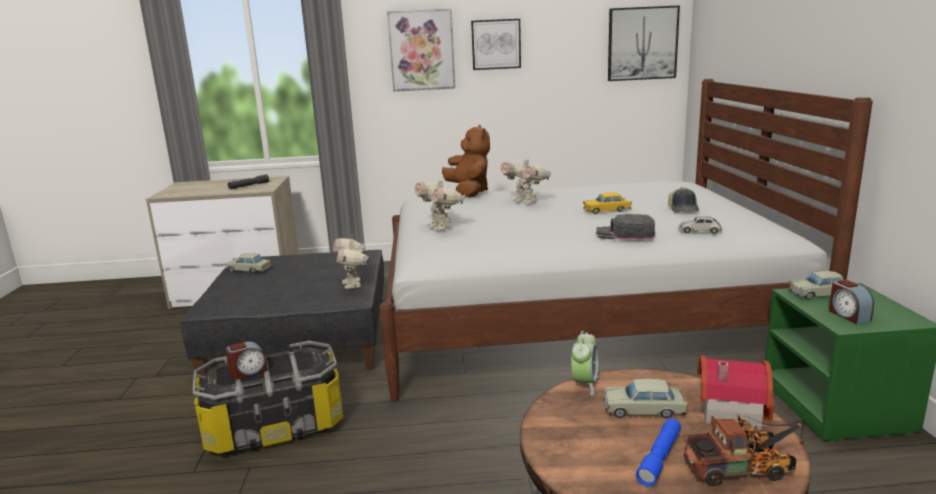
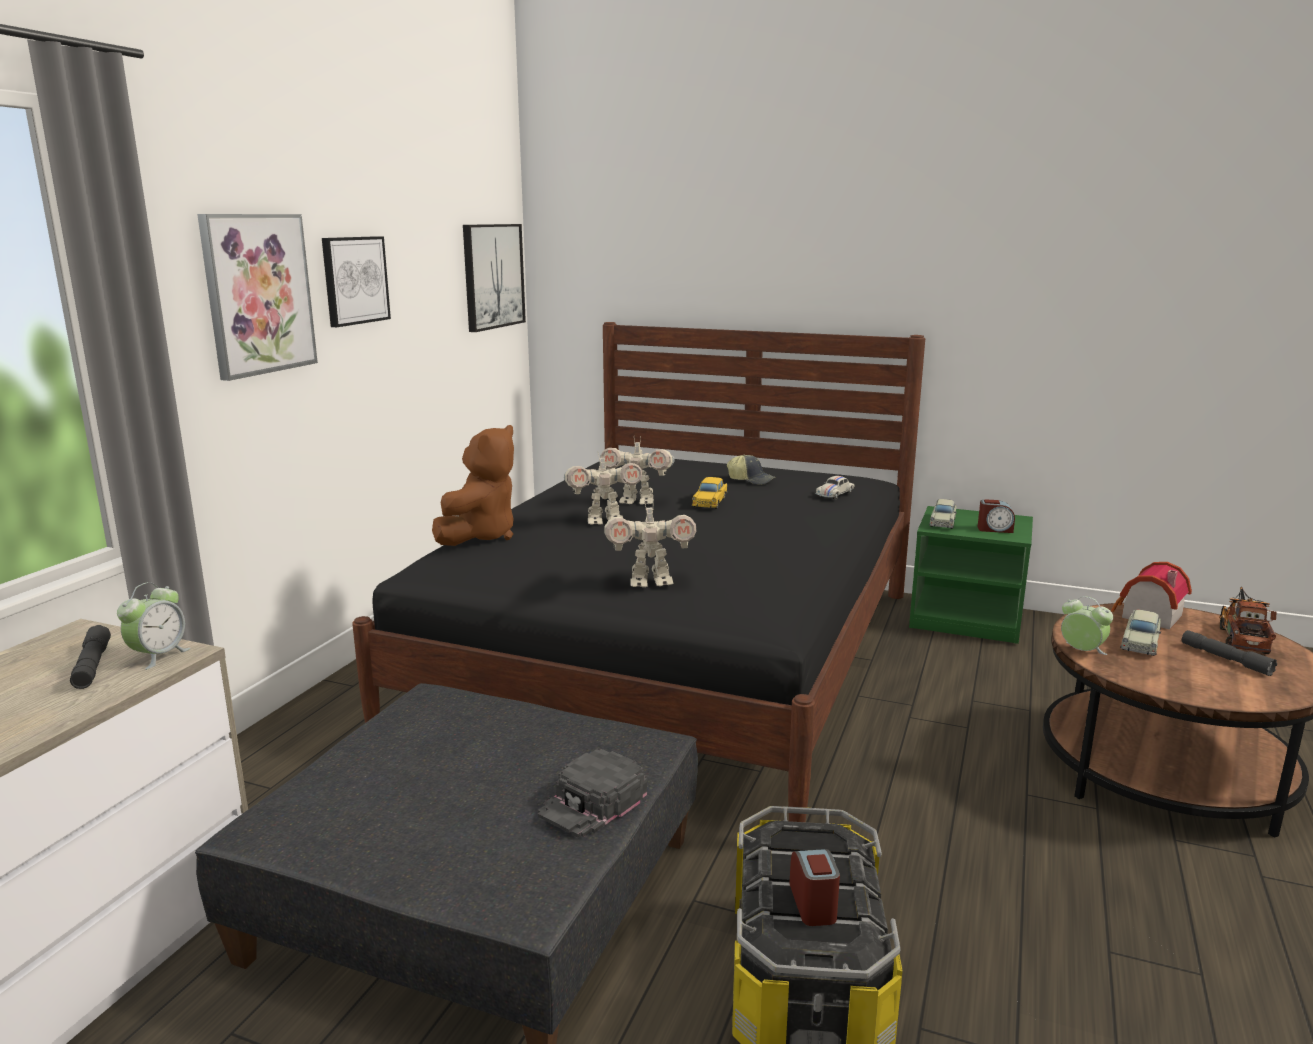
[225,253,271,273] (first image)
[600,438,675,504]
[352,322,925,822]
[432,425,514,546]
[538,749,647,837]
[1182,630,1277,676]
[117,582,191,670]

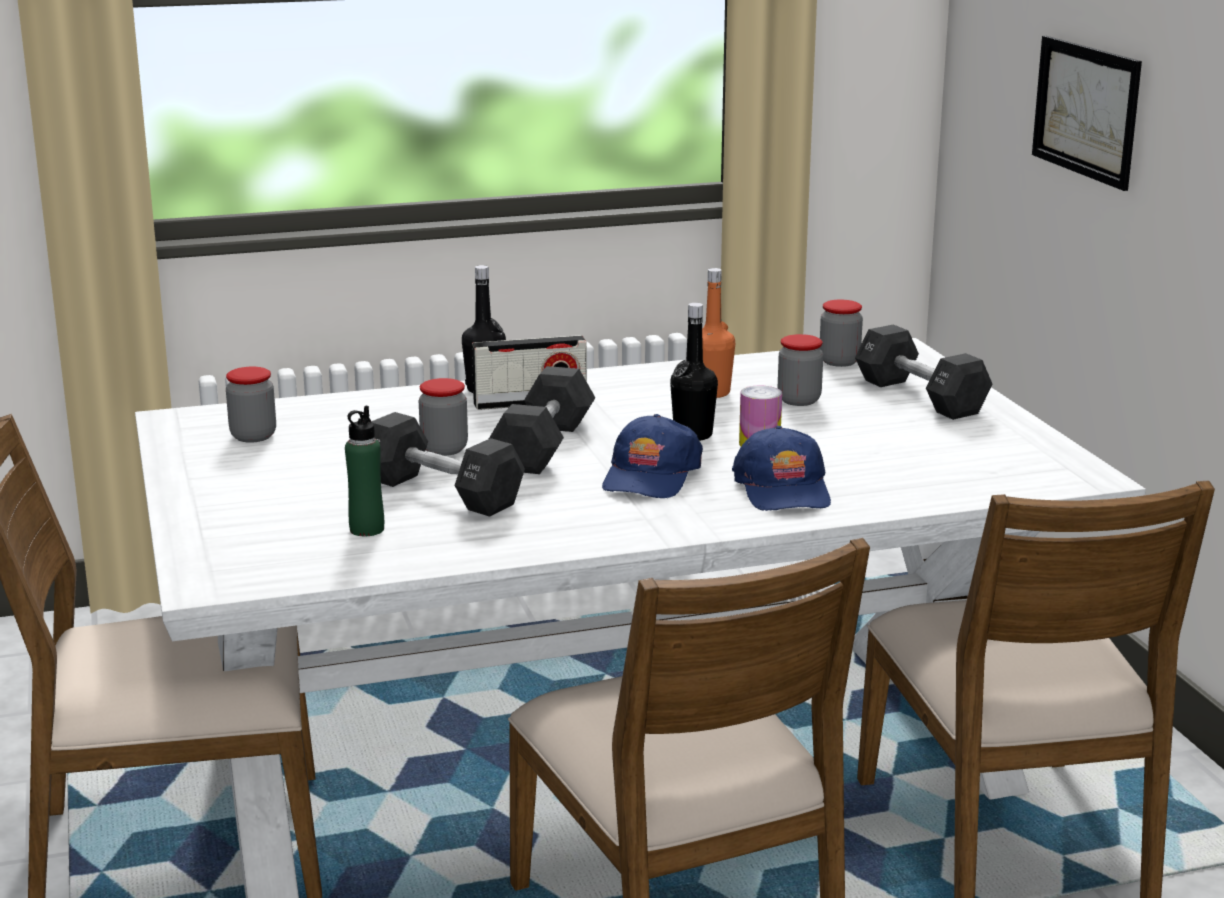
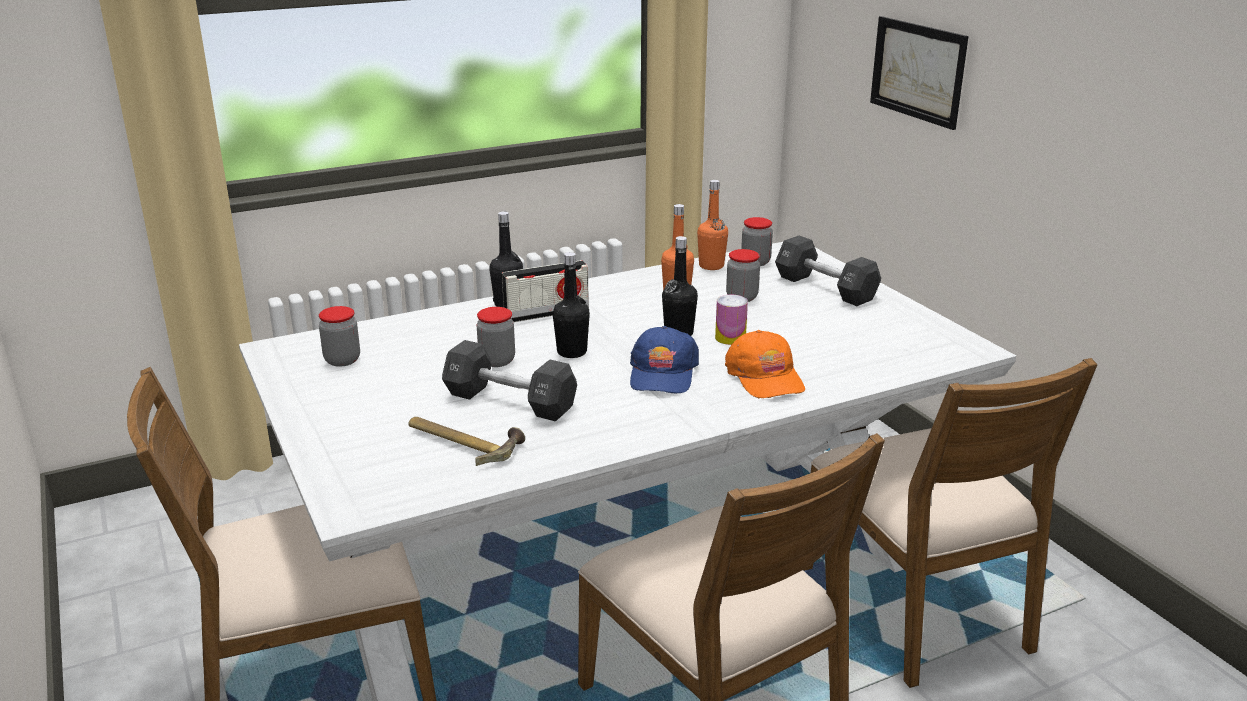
[408,417,525,466]
[553,252,590,358]
[725,330,805,398]
[697,180,728,270]

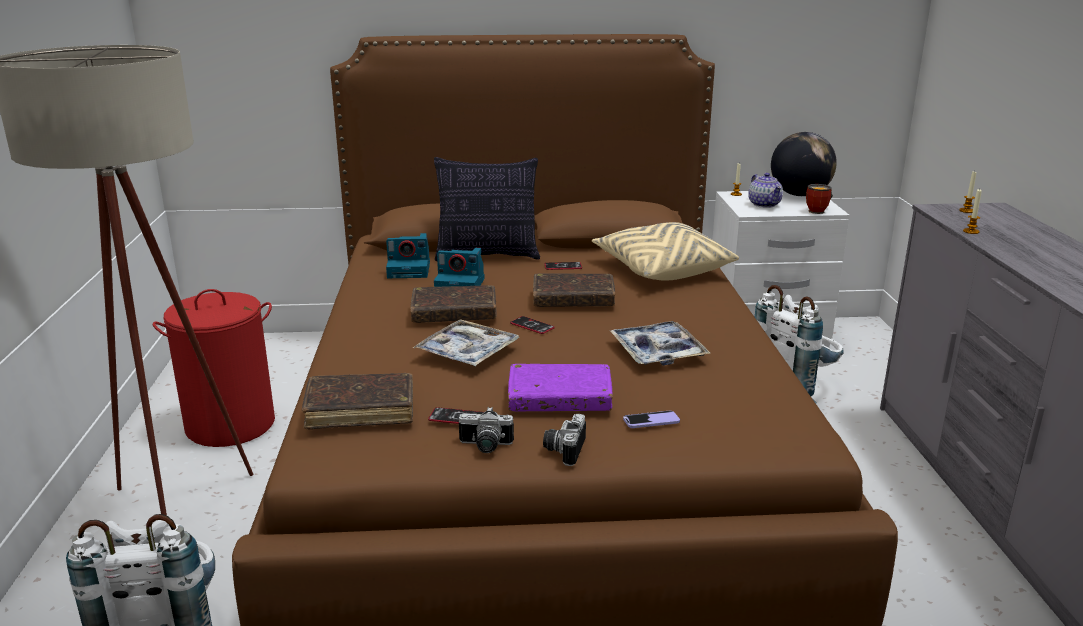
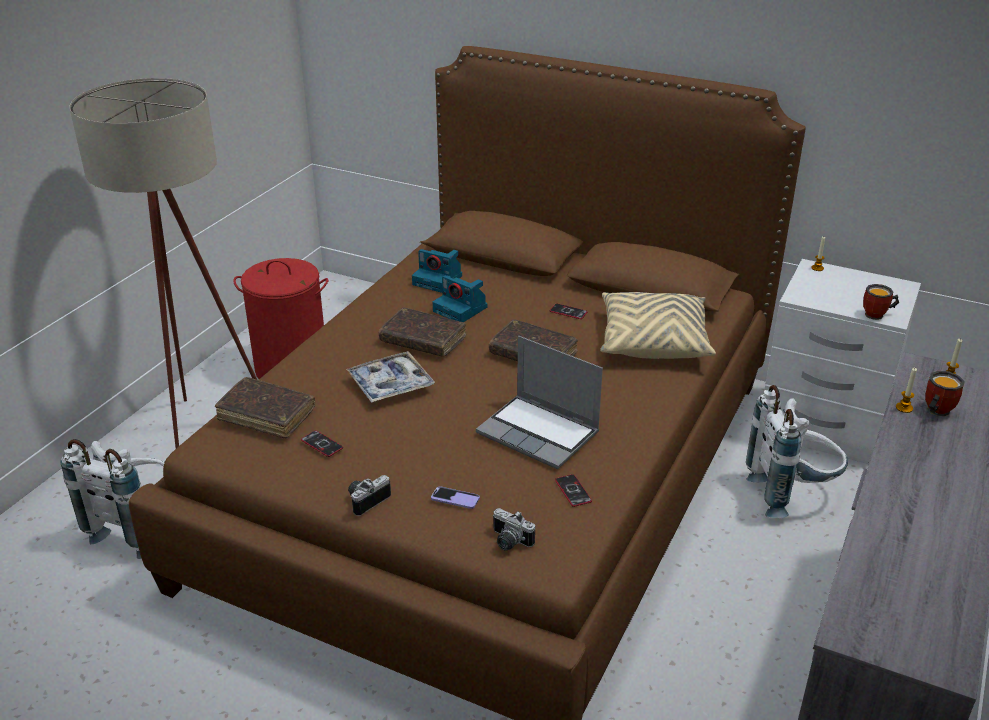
[434,157,540,261] (first image)
[493,508,535,550]
[508,364,613,412] (first image)
[555,474,592,507]
[476,336,603,469]
[748,173,783,208] (first image)
[771,132,837,196] (first image)
[925,371,964,416]

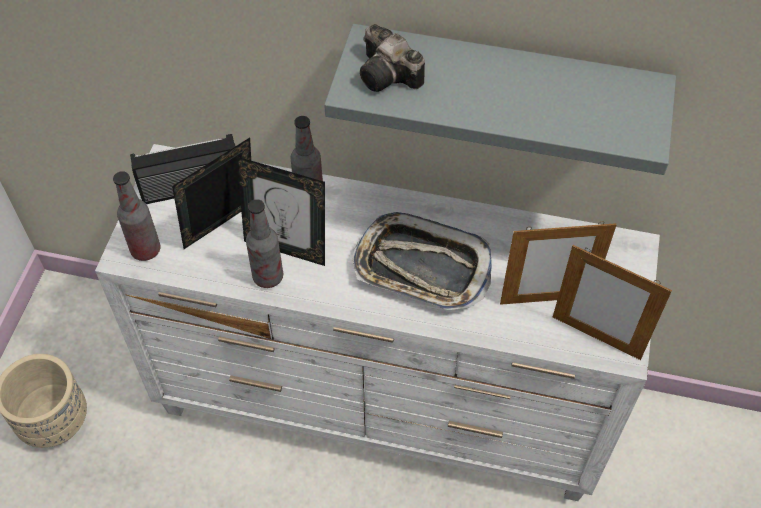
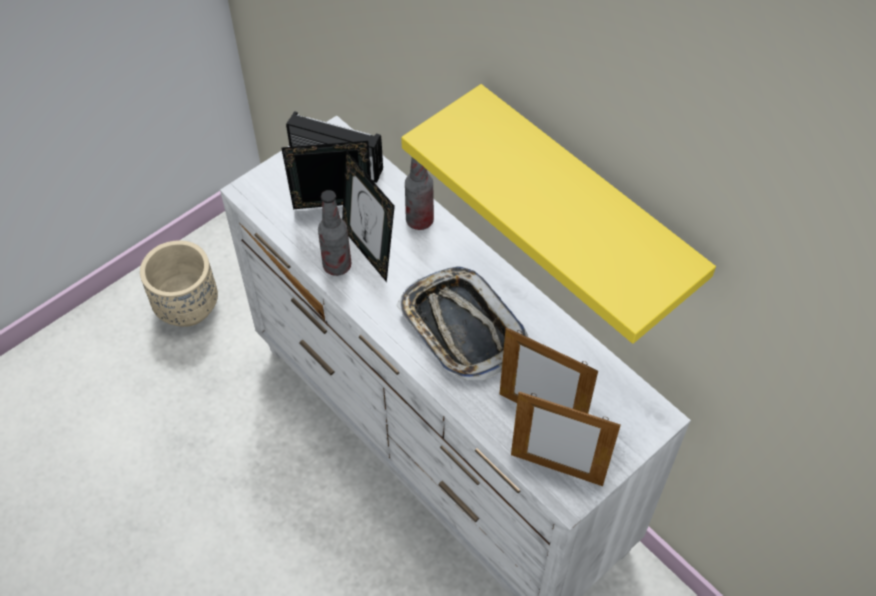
[113,171,161,261] (first image)
[401,84,716,344]
[360,24,425,92] (first image)
[511,391,621,486]

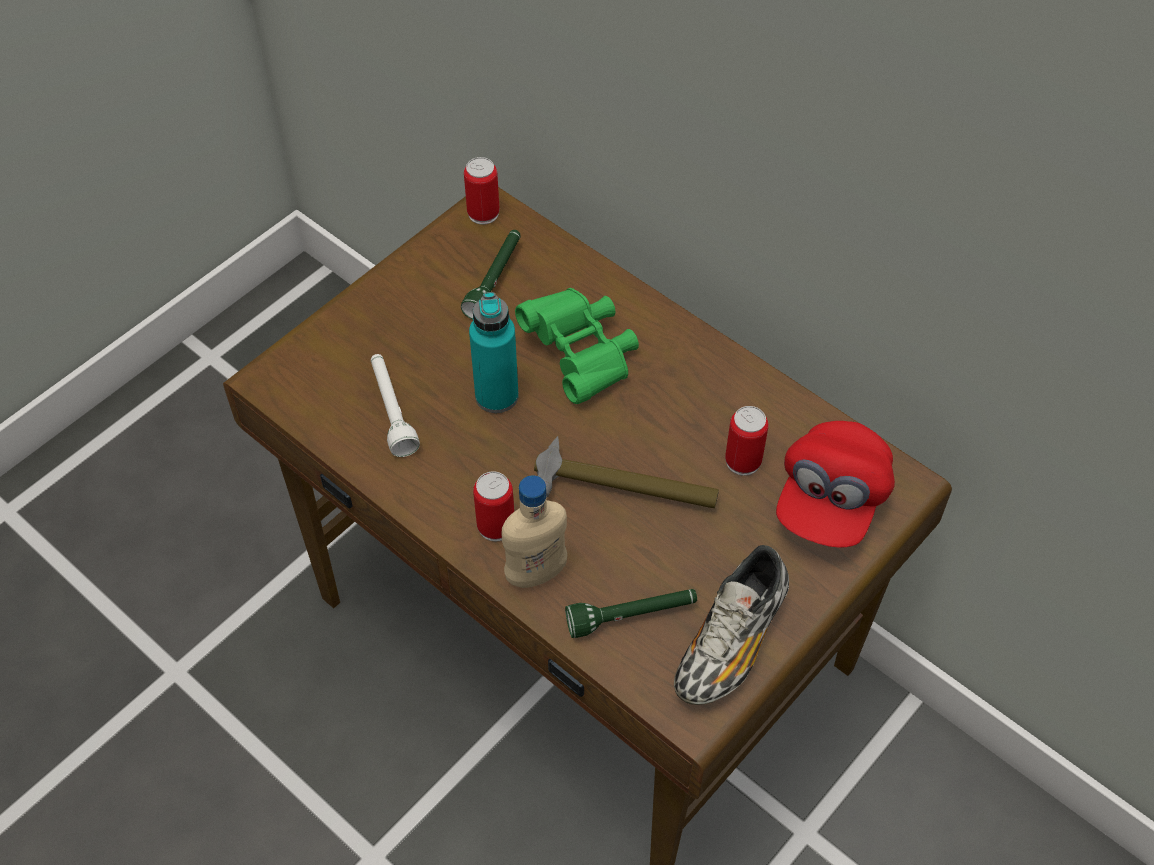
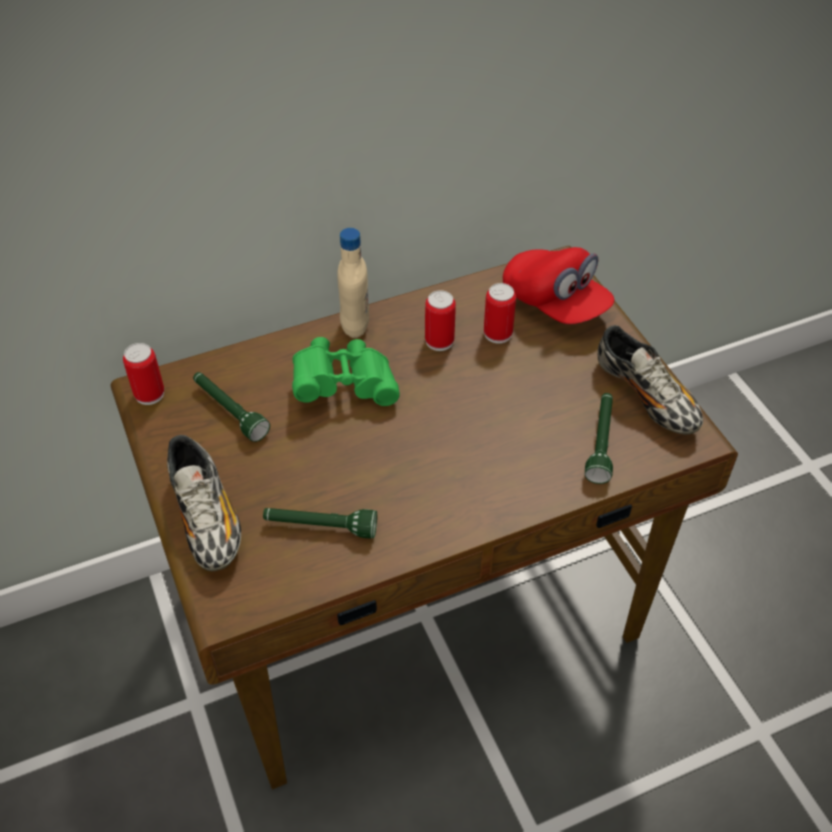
[263,508,377,539]
[469,292,519,413] (first image)
[425,290,456,351]
[337,228,369,338]
[534,436,719,508] (first image)
[167,435,241,571]

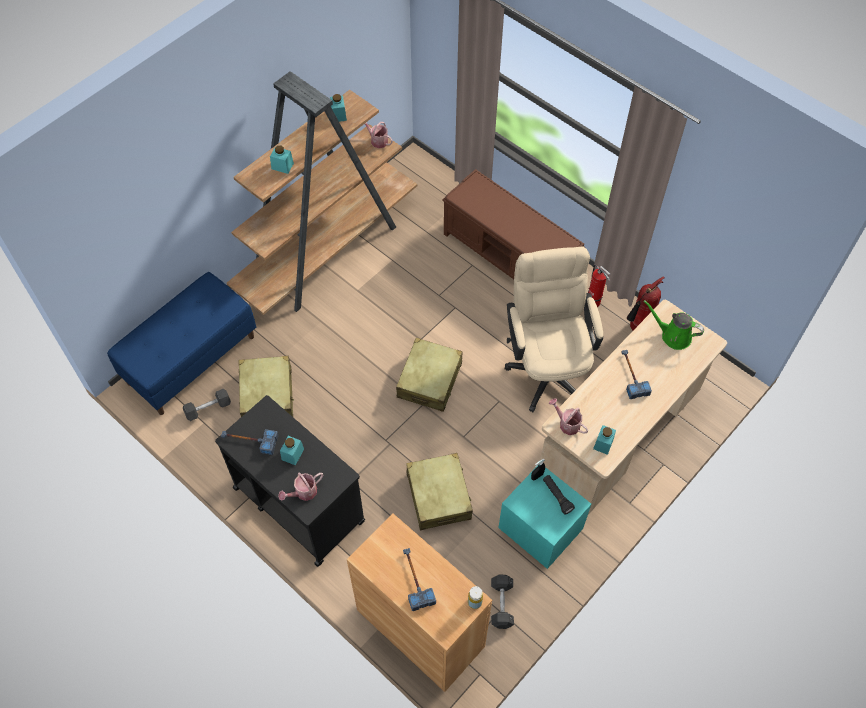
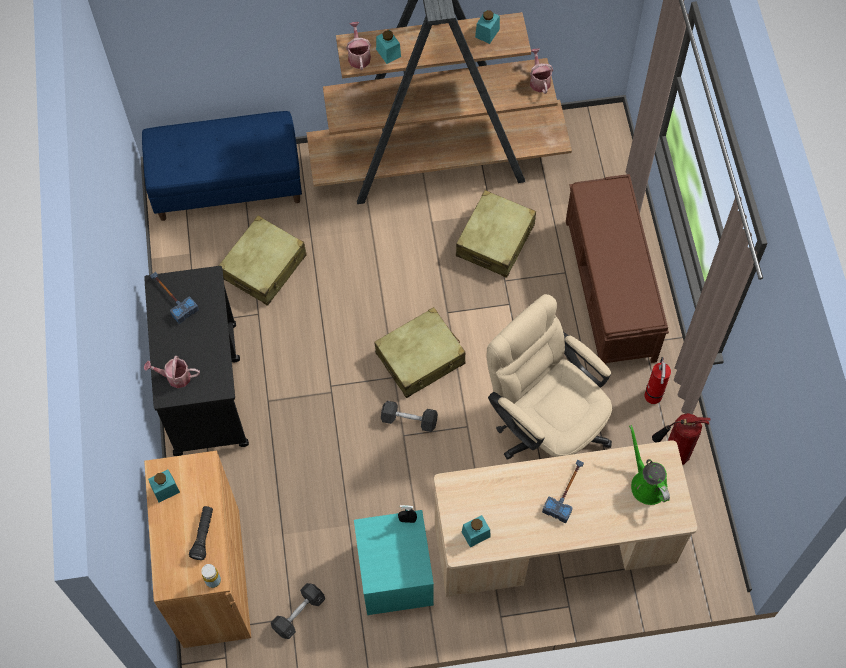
[381,401,438,432]
[148,470,180,503]
[403,548,436,611] (first image)
[456,190,536,278]
[487,294,612,459]
[189,506,213,560]
[346,22,371,70]

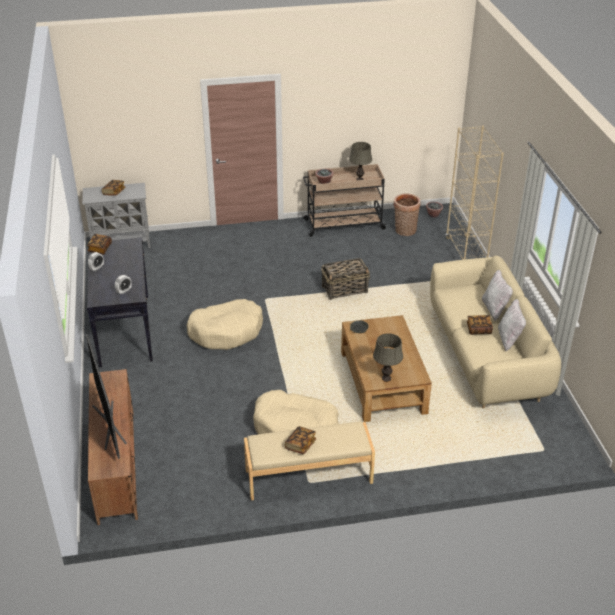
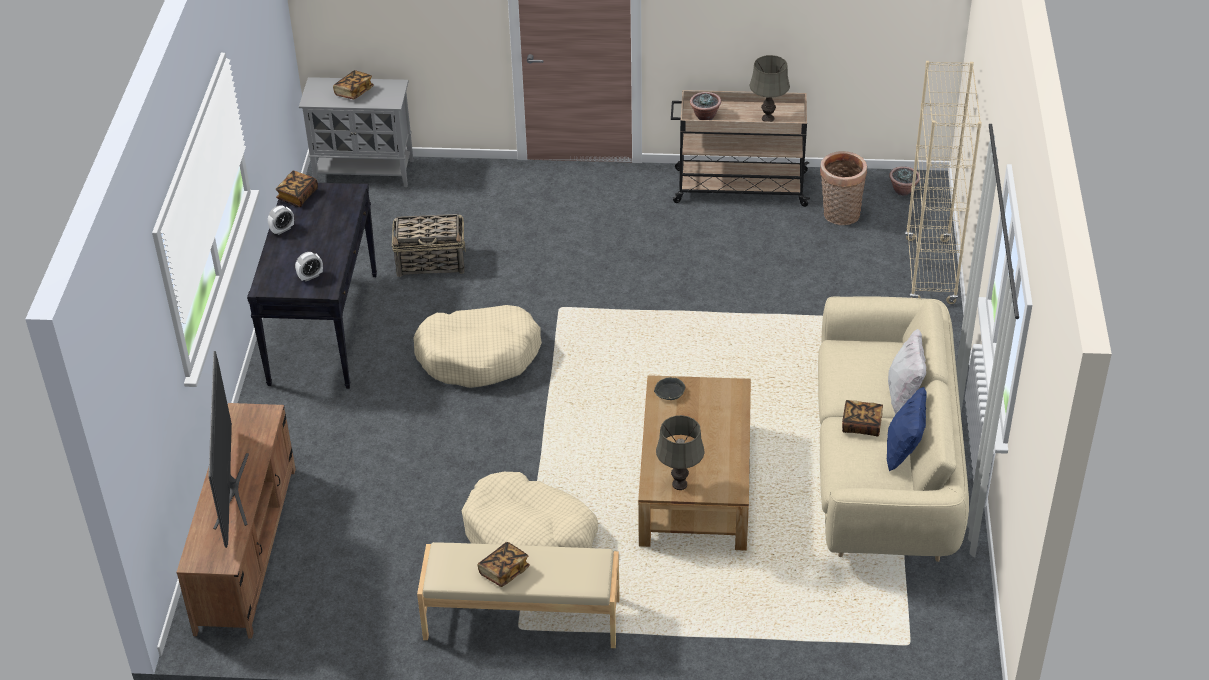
[392,214,466,277]
[887,387,927,472]

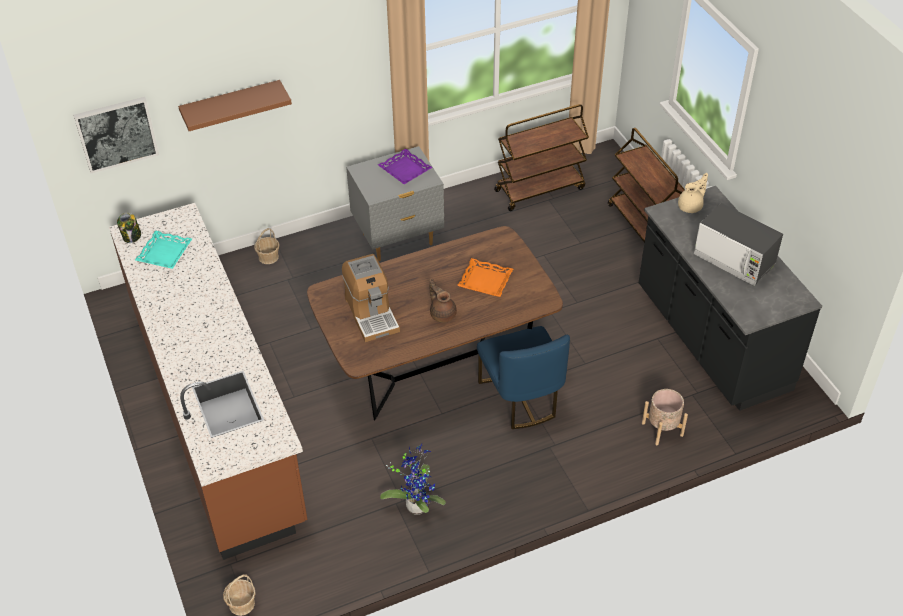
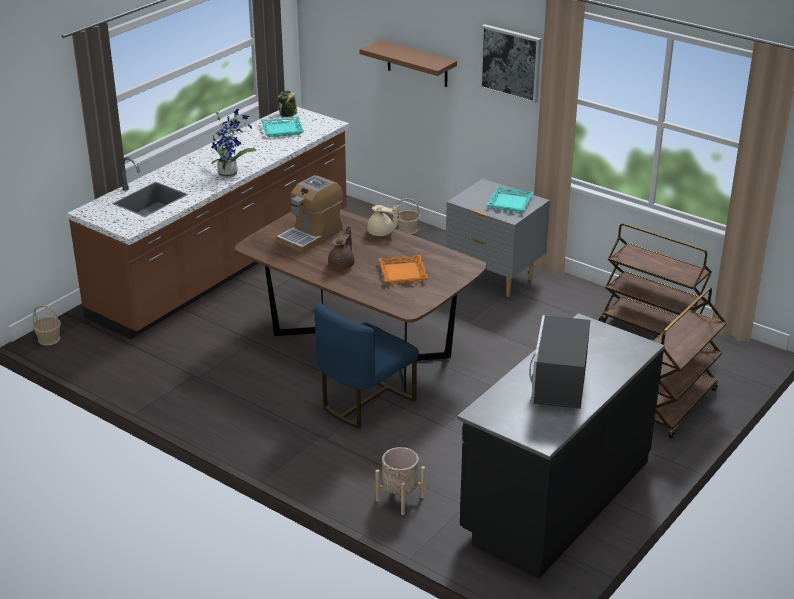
[479,24,541,103]
[487,187,534,213]
[211,109,257,178]
[367,205,399,236]

